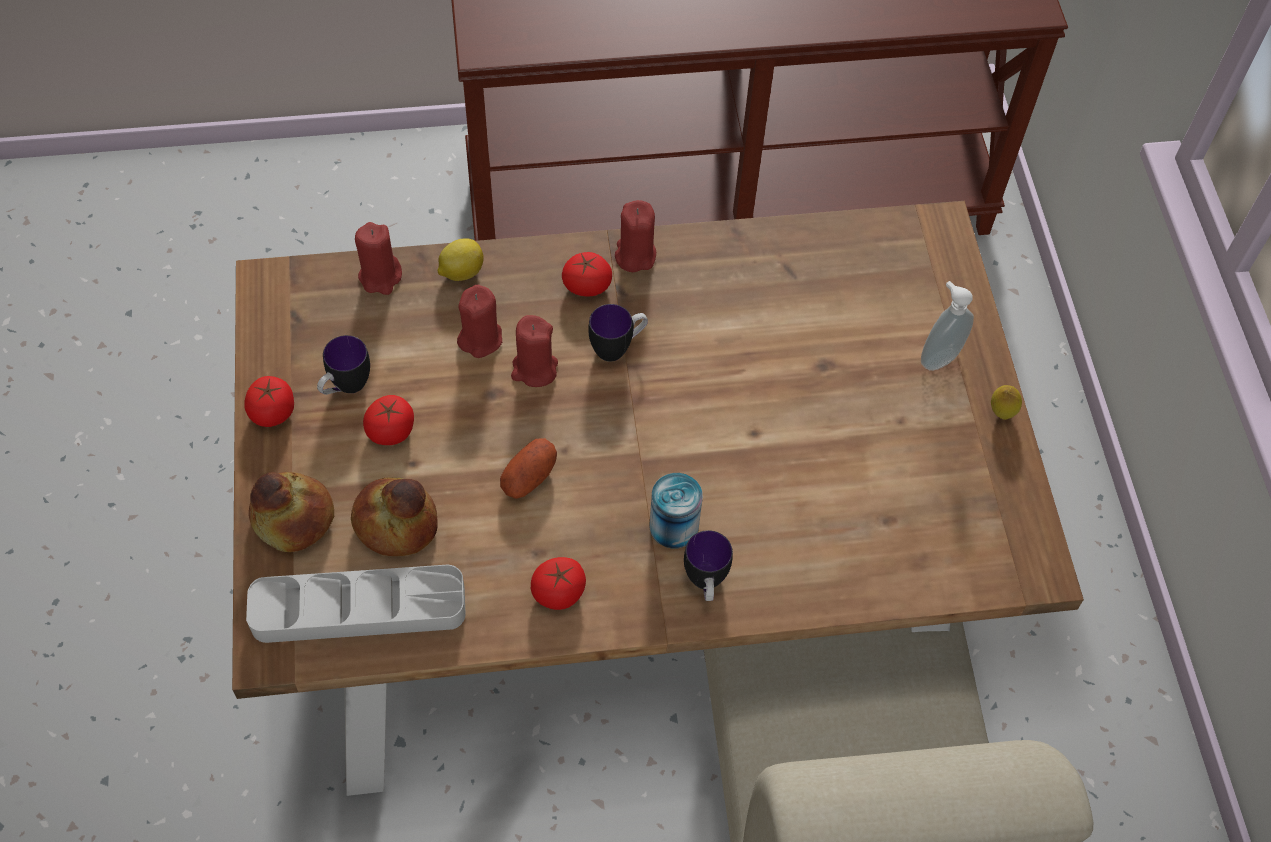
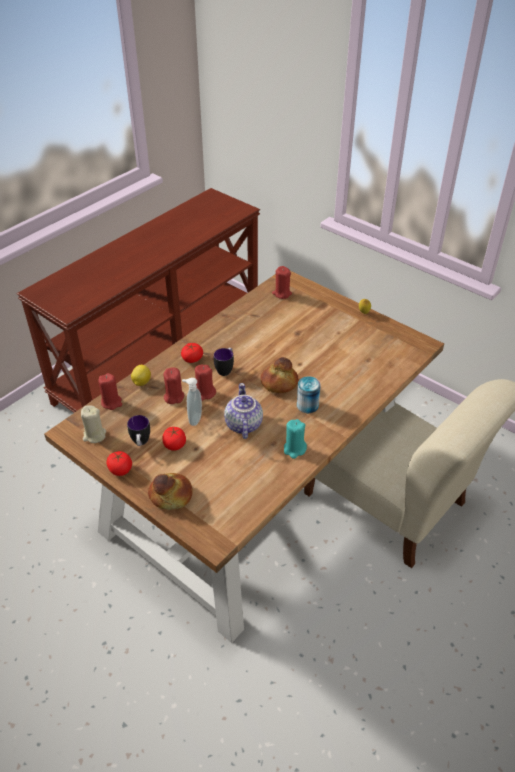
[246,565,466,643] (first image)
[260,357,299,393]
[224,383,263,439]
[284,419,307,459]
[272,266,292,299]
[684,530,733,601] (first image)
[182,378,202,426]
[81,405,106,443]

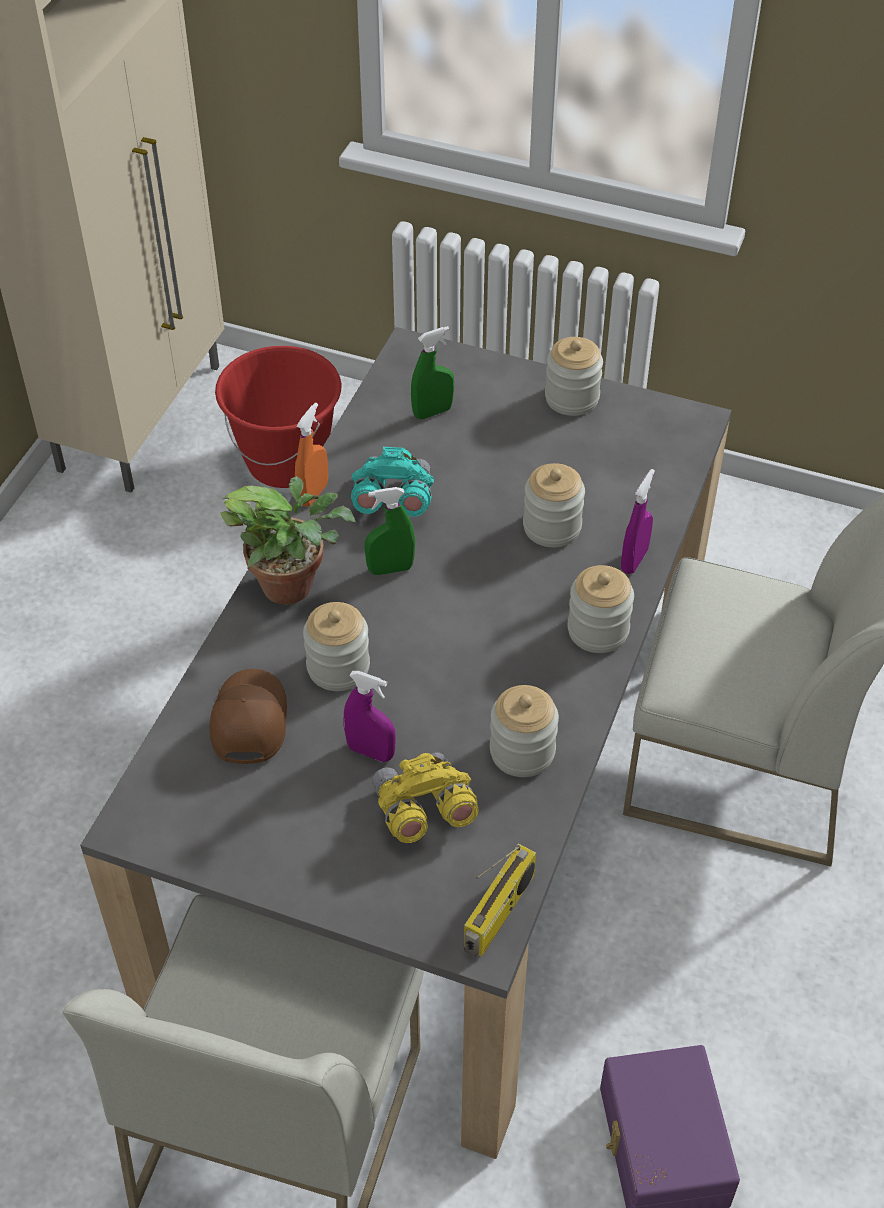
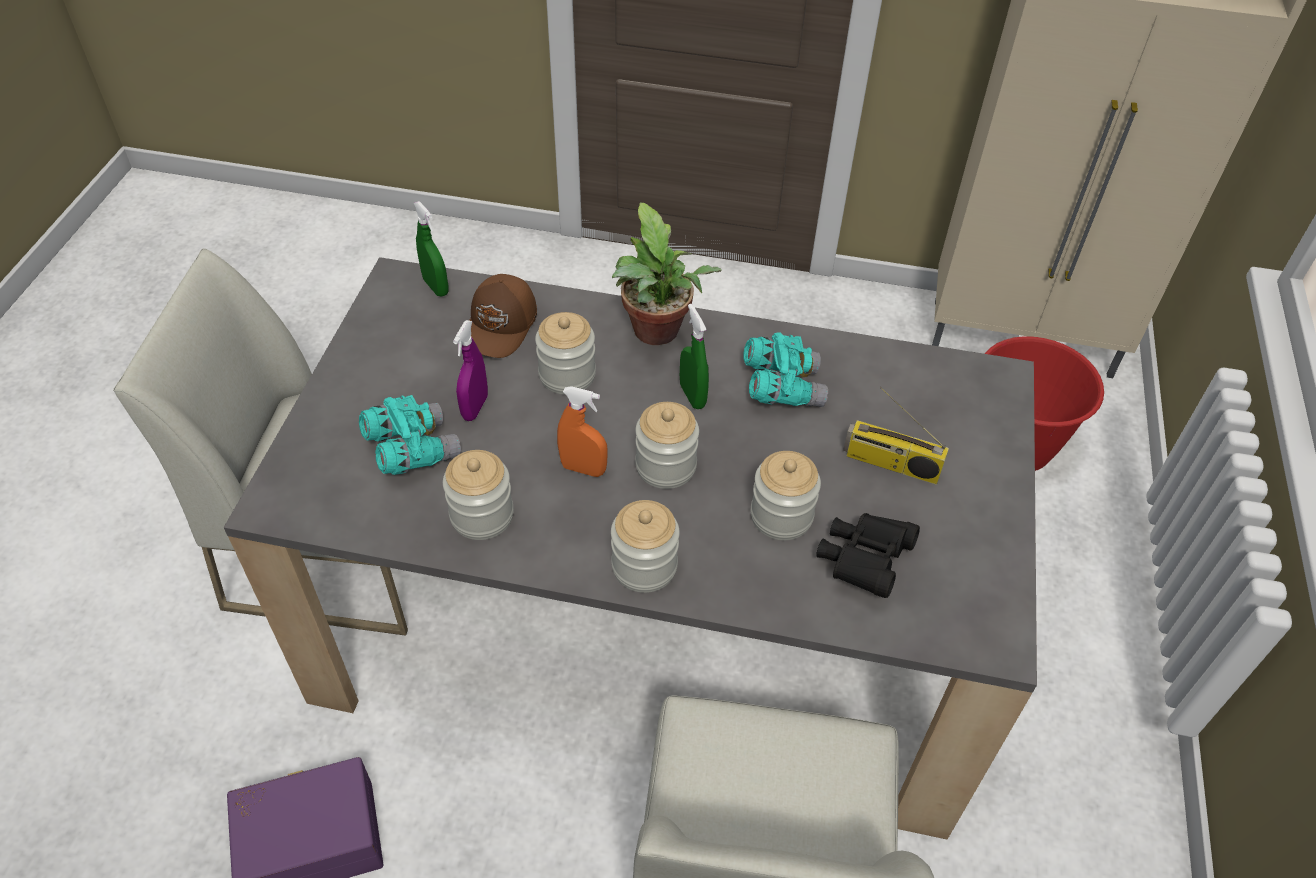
[469,274,537,358]
[557,386,608,477]
[359,395,461,475]
[414,201,449,296]
[843,387,949,484]
[635,402,699,489]
[621,469,655,574] (first image)
[816,513,920,598]

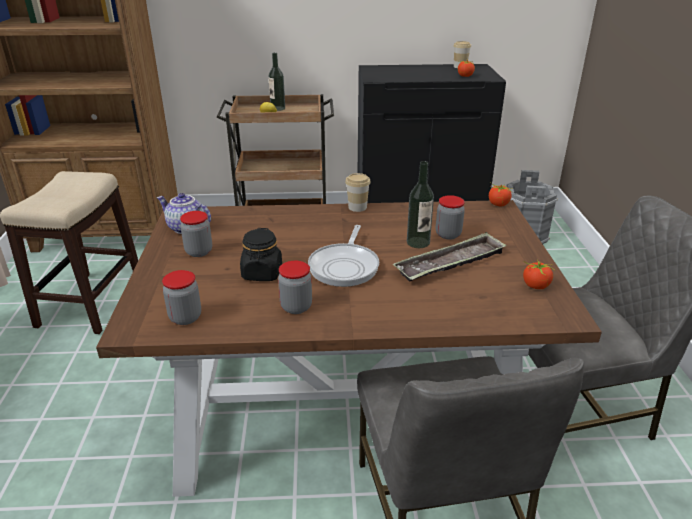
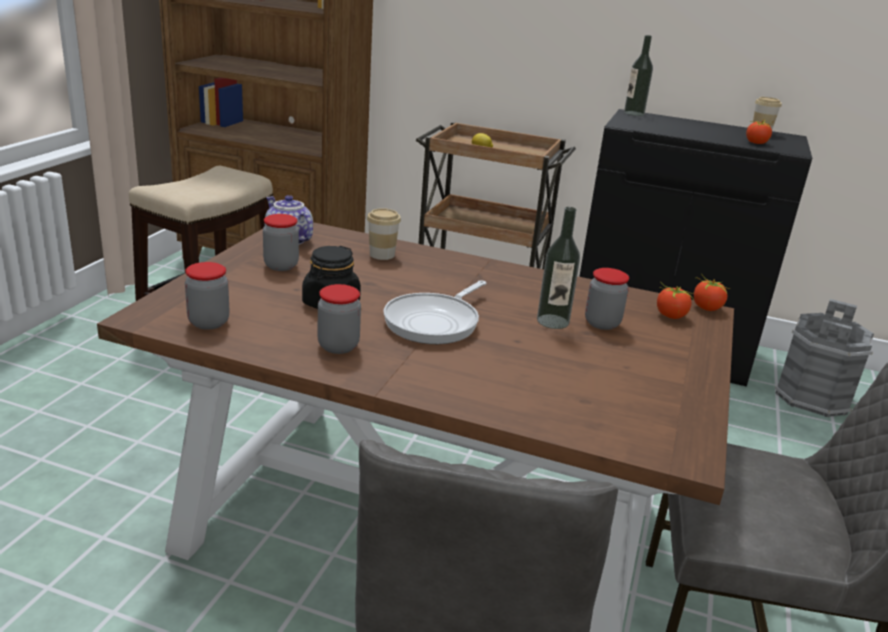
[624,35,653,116]
[367,208,401,260]
[393,232,507,282] (first image)
[657,281,694,319]

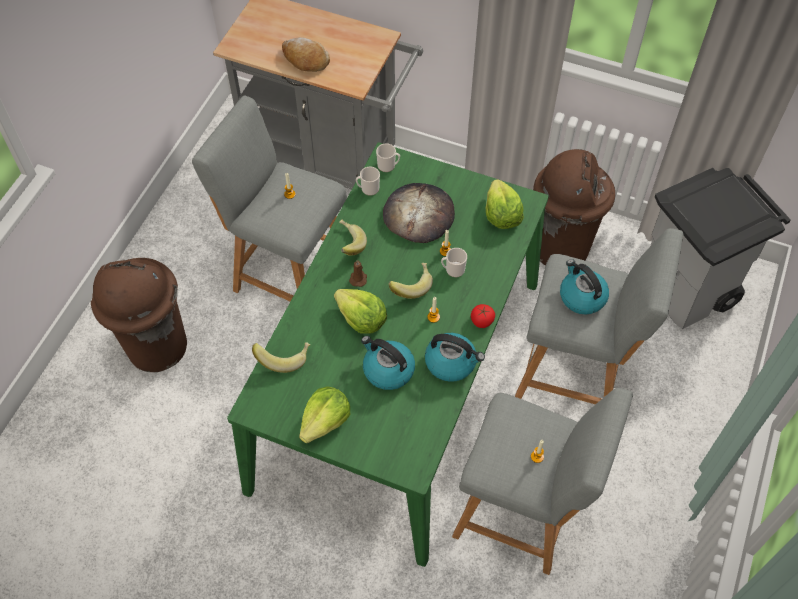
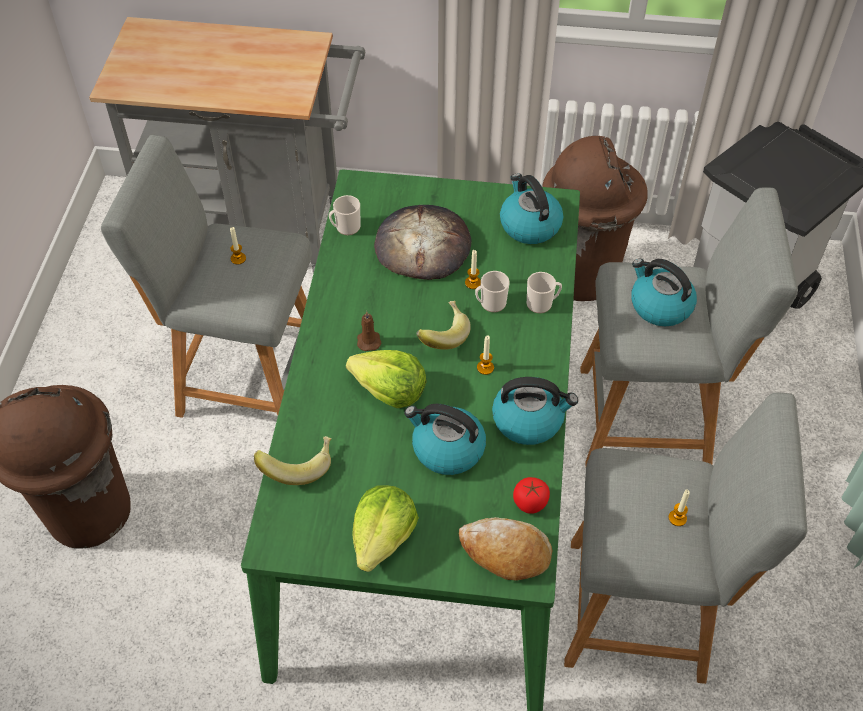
[459,517,553,581]
[339,219,367,256] (first image)
[527,272,562,313]
[513,477,550,514]
[500,174,563,244]

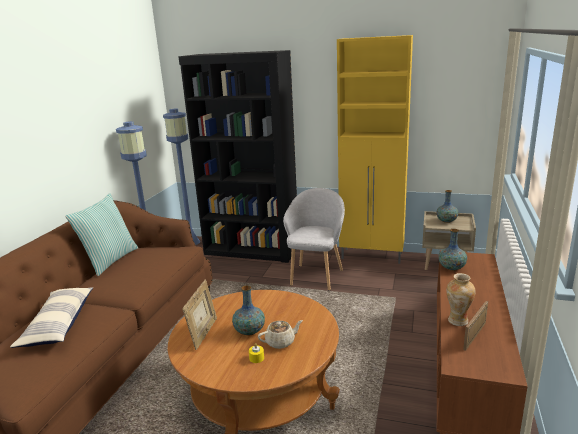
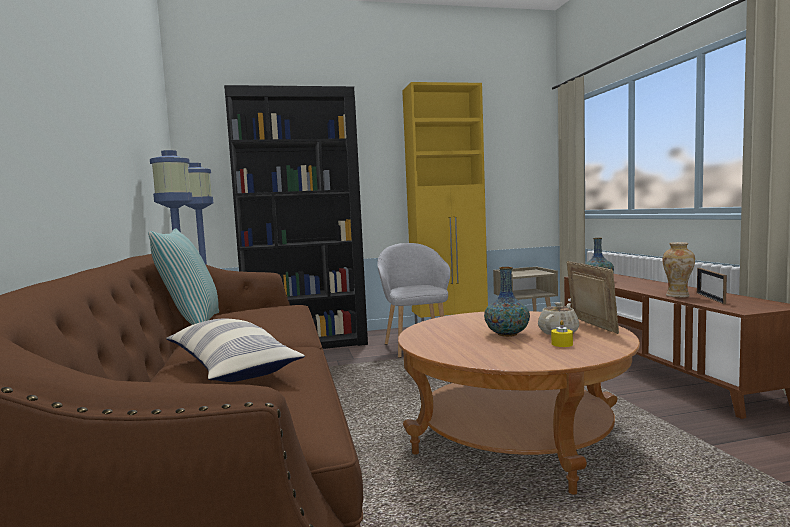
[566,261,619,334]
[436,190,458,223] (first image)

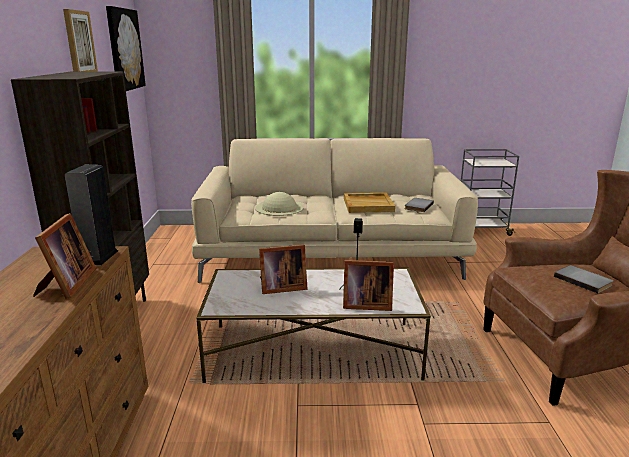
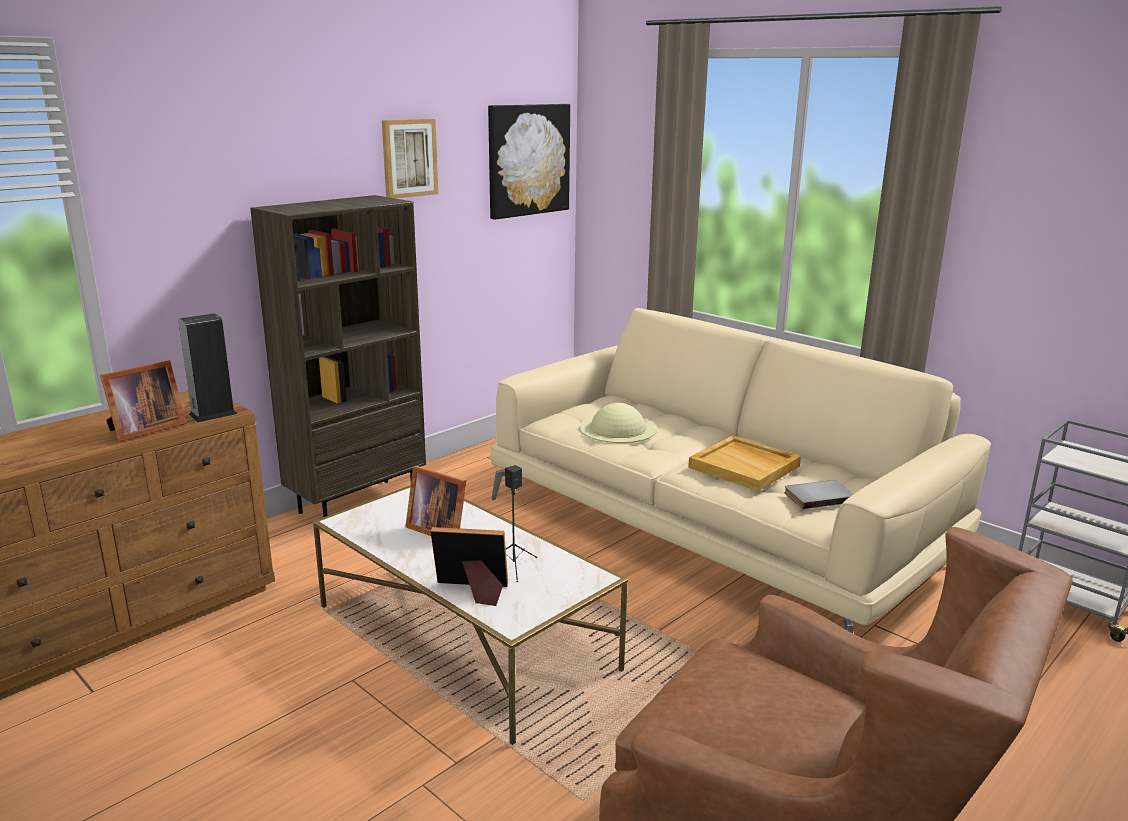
[430,527,508,606]
[554,265,614,293] (first image)

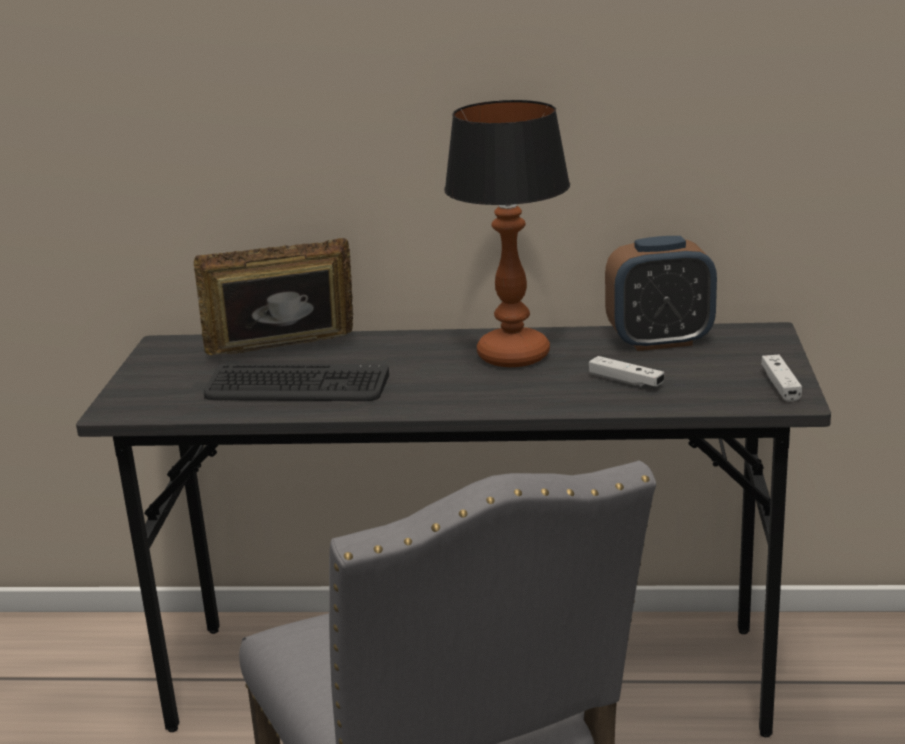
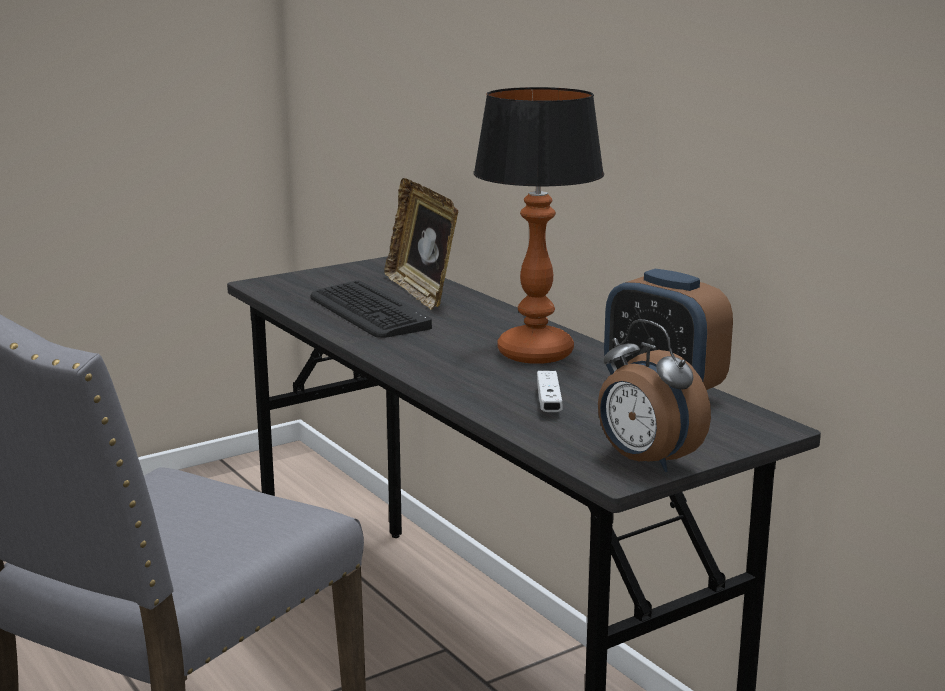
[384,178,458,311]
[598,319,711,472]

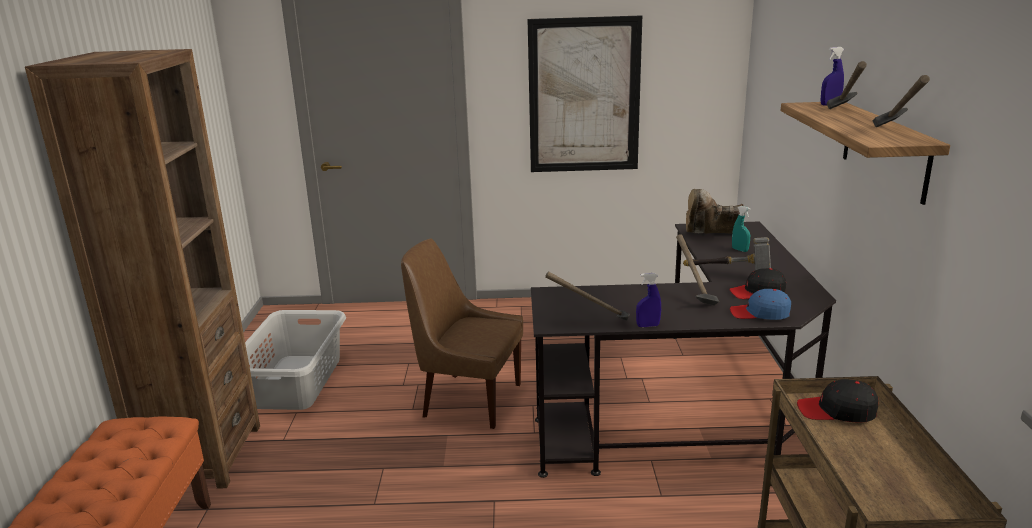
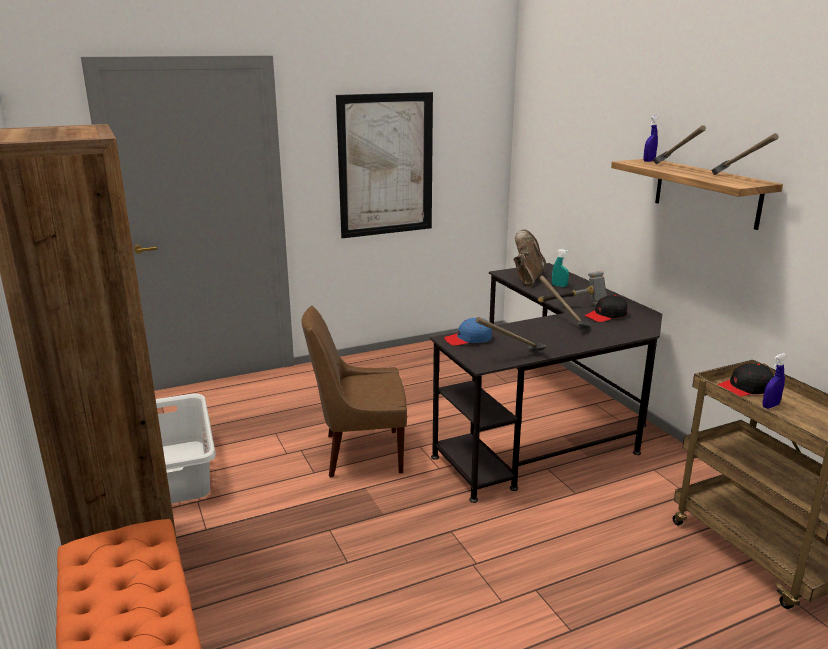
[762,353,787,409]
[514,230,546,287]
[444,318,492,346]

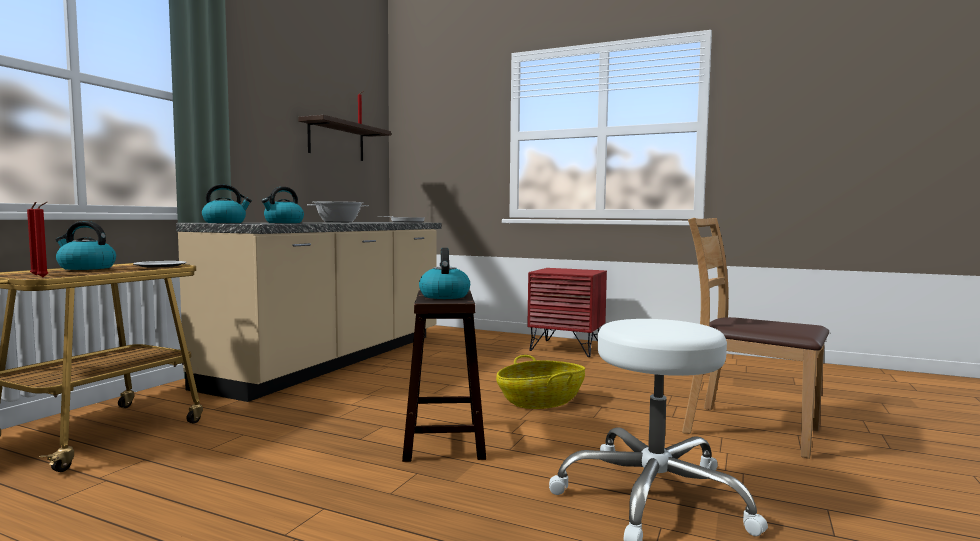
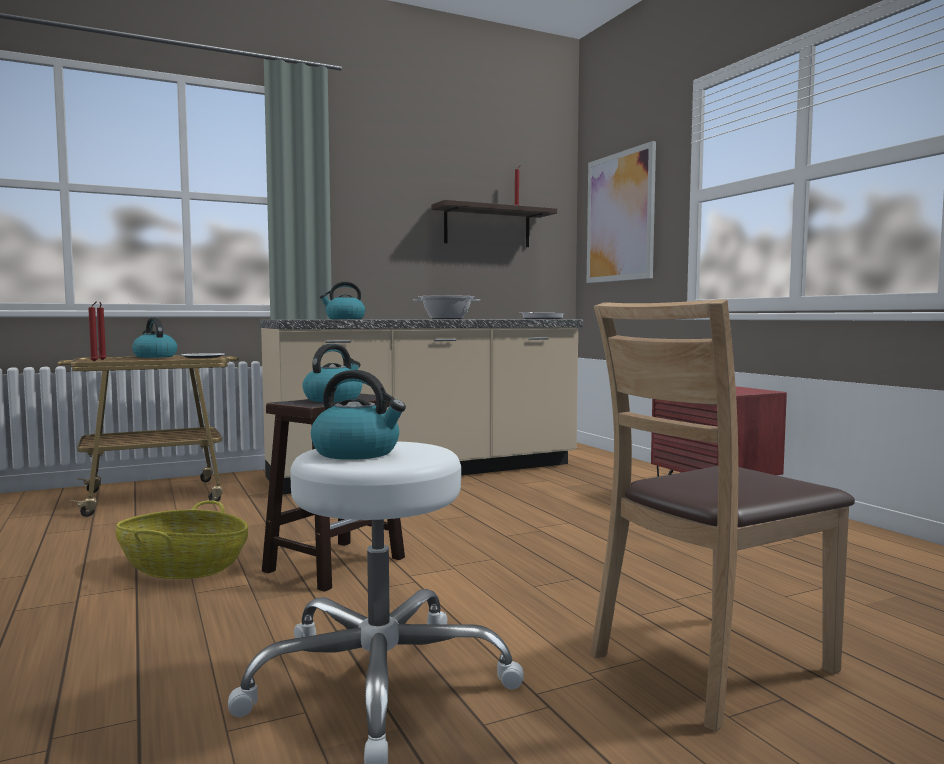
[311,370,406,460]
[115,500,248,579]
[590,299,855,732]
[587,141,656,283]

